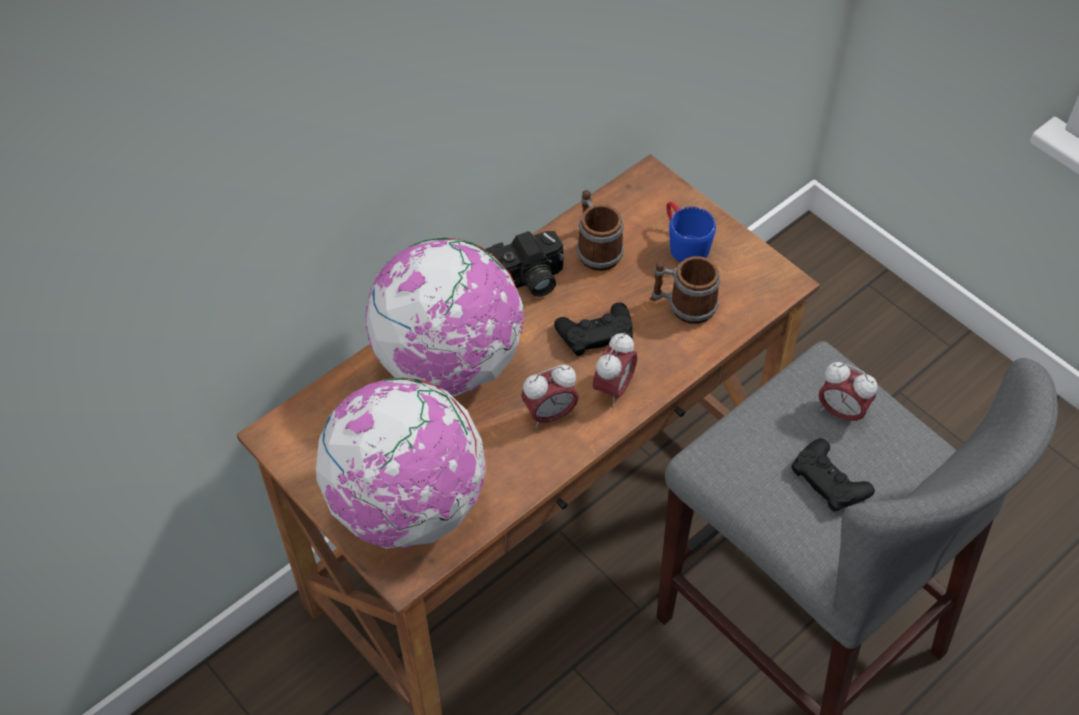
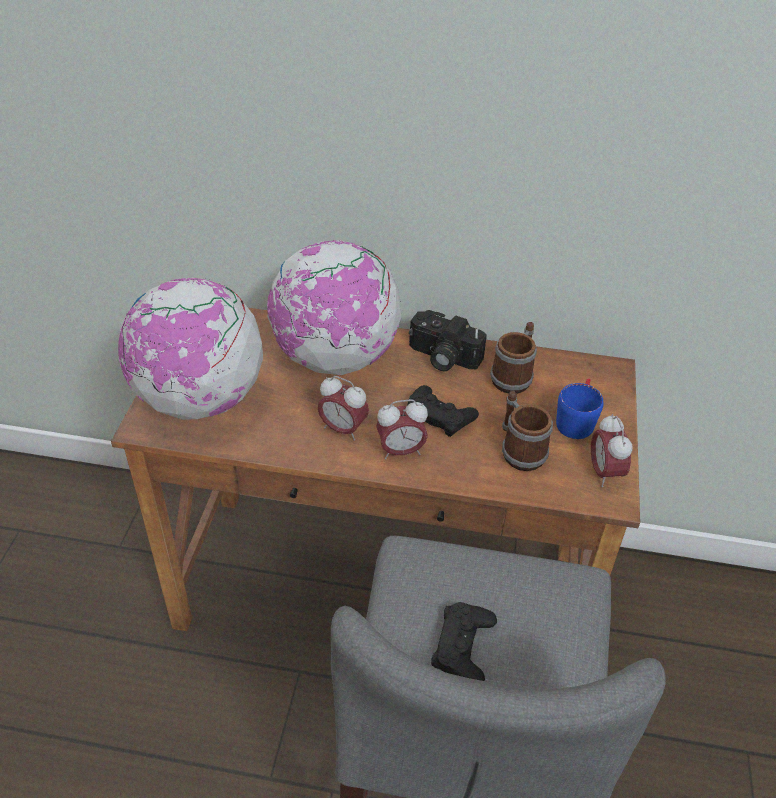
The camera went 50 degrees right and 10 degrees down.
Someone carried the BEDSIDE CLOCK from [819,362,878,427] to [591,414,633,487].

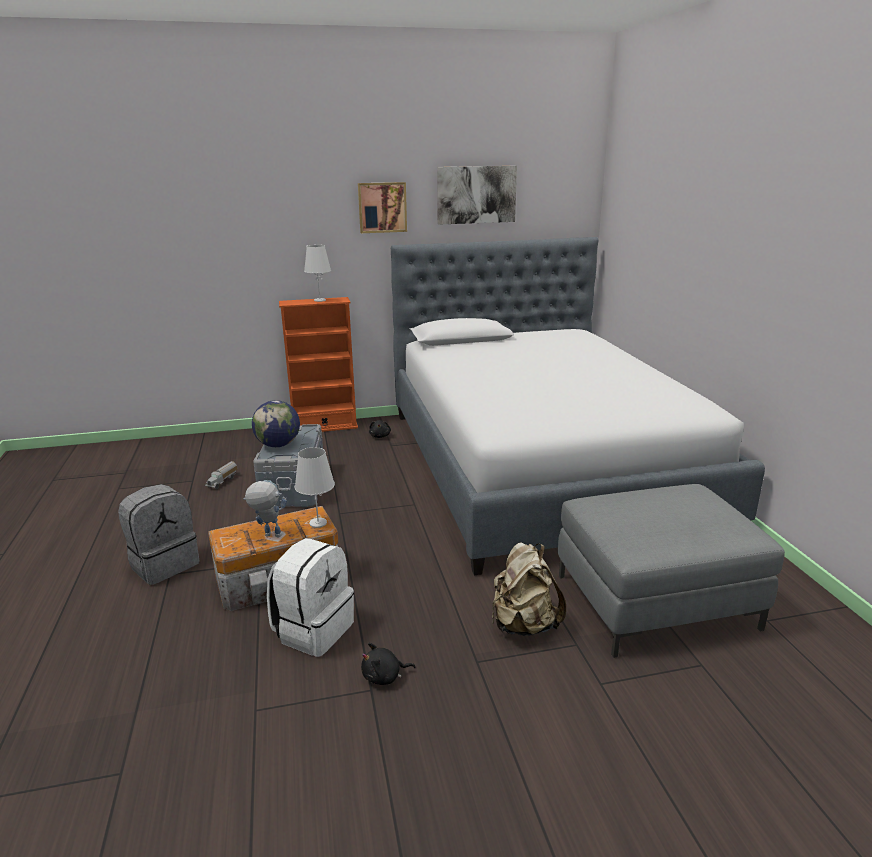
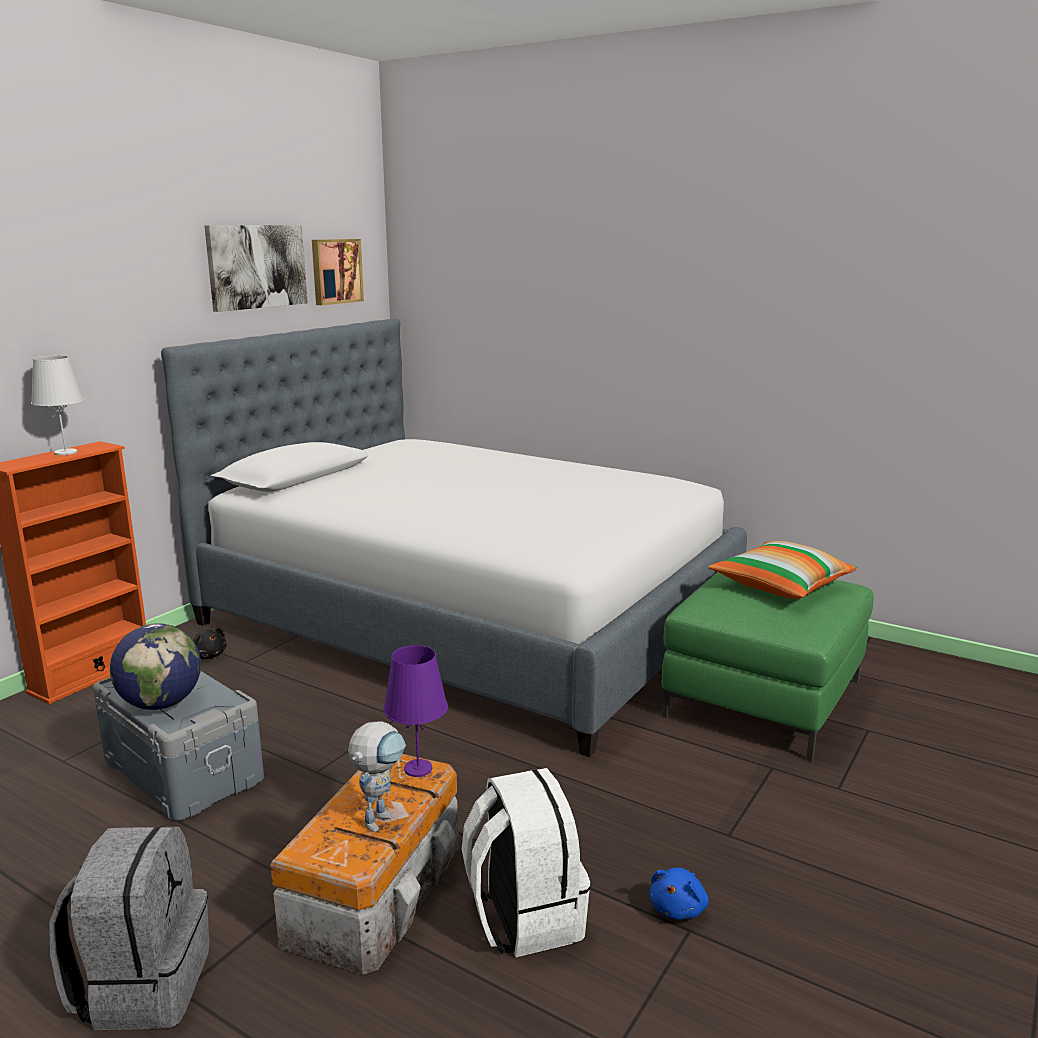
The camera went 45 degrees left and 5 degrees down.
Someone took away the MODEL TRUCK at [205,461,237,489].
Someone rotated the MODEL ROBOT at [243,480,287,537] by 150 degrees clockwise.
Someone repainted the WHITE LAMP FOR A TABLE at [295,447,335,528], which became the PURPLE-COLOURED LAMP FOR A TABLE at [383,645,448,777].
Someone carried the WALL ART from [358,182,407,233] to [312,239,364,305].
Someone repainted the BLACK SOFT TOY at [361,643,415,685], which became the BLUE SOFT TOY at [649,867,709,920].
Someone took away the BEIGE-COLOURED RUCKSACK at [492,543,566,636].
Someone repainted the GREY OTTOMAN at [558,484,785,658], which became the GREEN OTTOMAN at [662,572,874,762].
Someone put down the THROW PILLOW at [708,541,857,599].

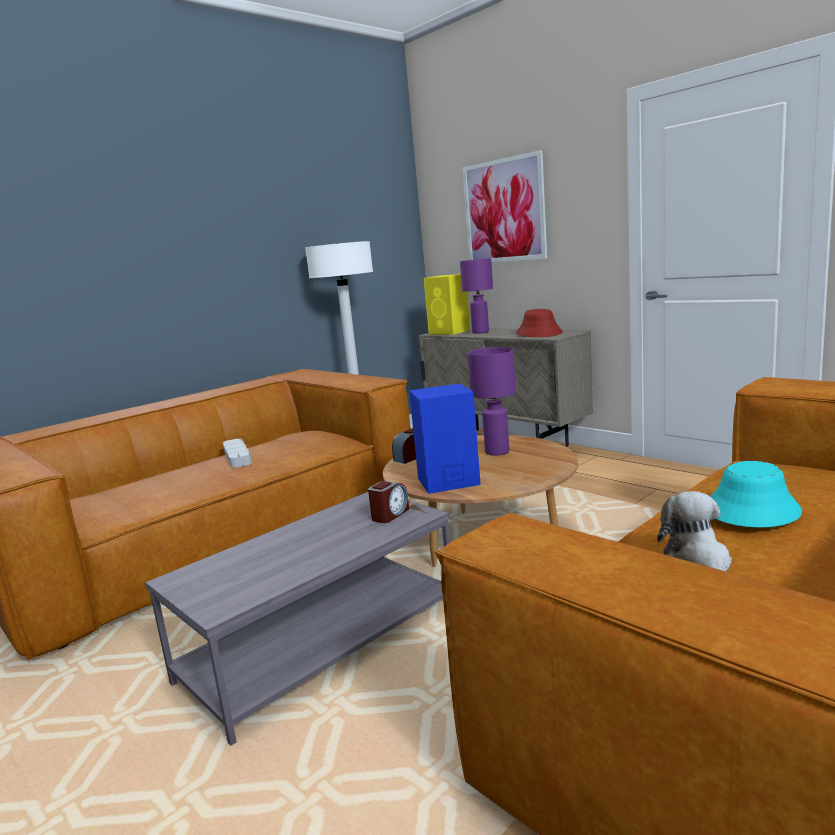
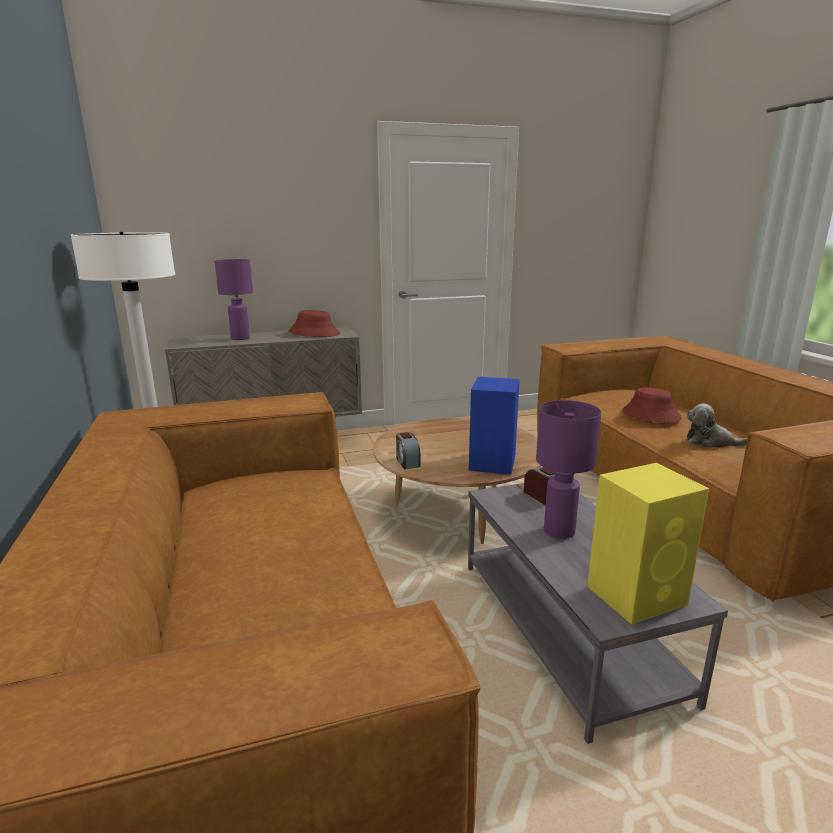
The camera went 65 degrees left and 5 degrees up.
Someone took away the GREY SERVING TRAY at [223,438,252,468].
Someone carried the YELLOW AUDIO SPEAKER from [424,274,470,335] to [587,463,709,624].
Someone took away the WALL ART at [462,150,547,263].
Someone carried the PURPLE-COLOURED LAMP FOR A TABLE from [468,347,516,456] to [536,400,601,539].
Someone repainted the TURQUOISE HAT at [710,461,802,528], which became the RED-COLOURED HAT at [622,387,682,422].

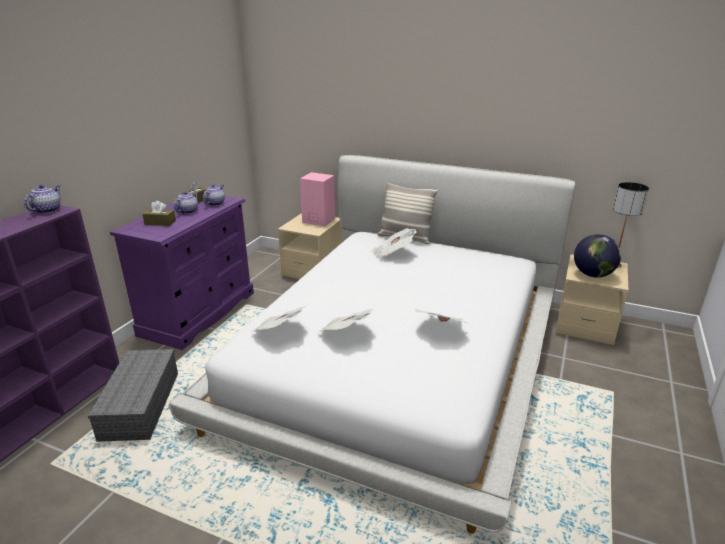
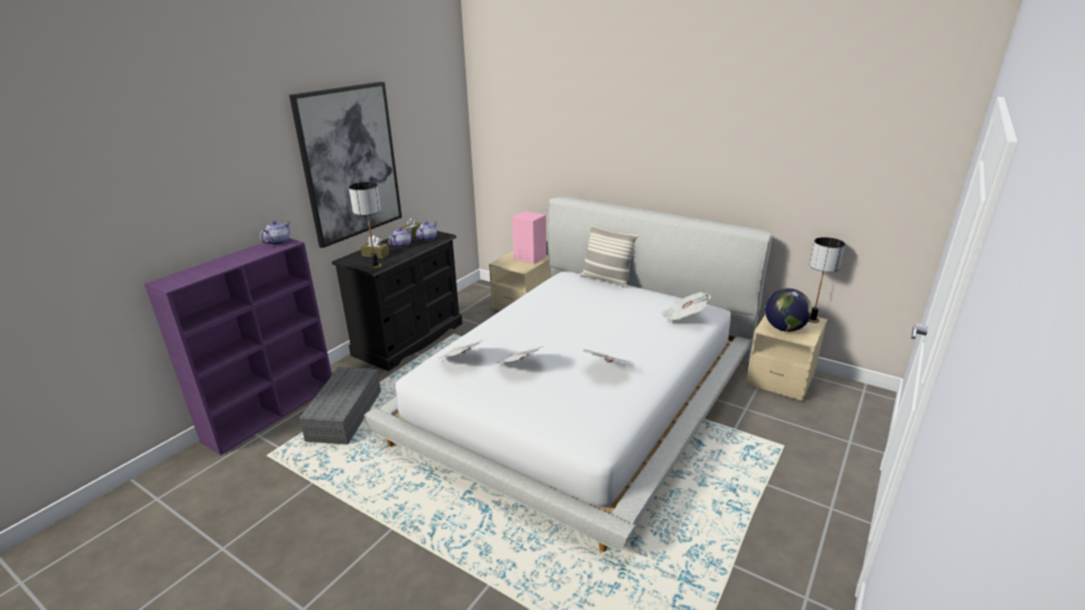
The camera went 10 degrees right and 0 degrees up.
Someone repainted the PURPLE-COLOURED CHEST OF DRAWERS at [110,196,254,350], which became the BLACK CHEST OF DRAWERS at [332,231,462,371].
Someone carried the NEWSPAPER from [372,228,417,258] to [661,292,711,322].
Someone put up the WALL ART at [289,82,402,248].
Someone put down the LAMP FOR A TABLE at [349,182,382,269].

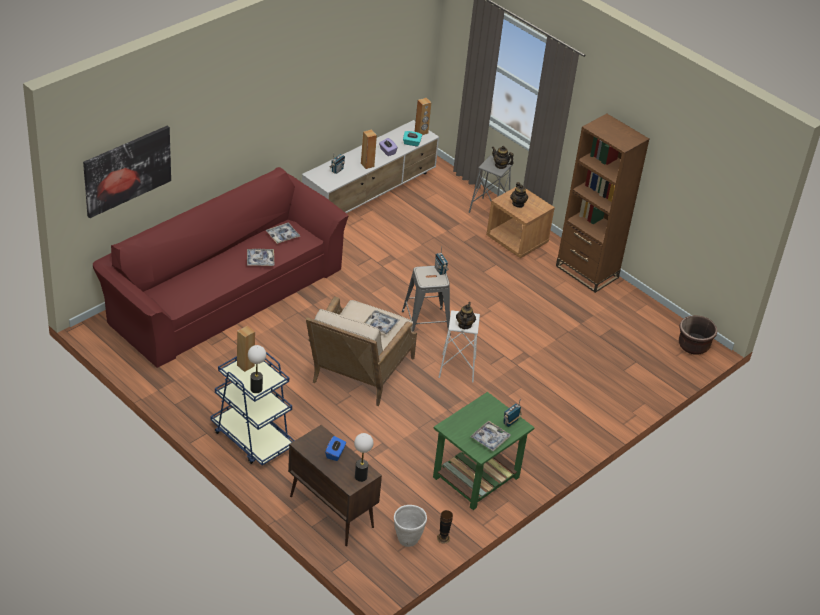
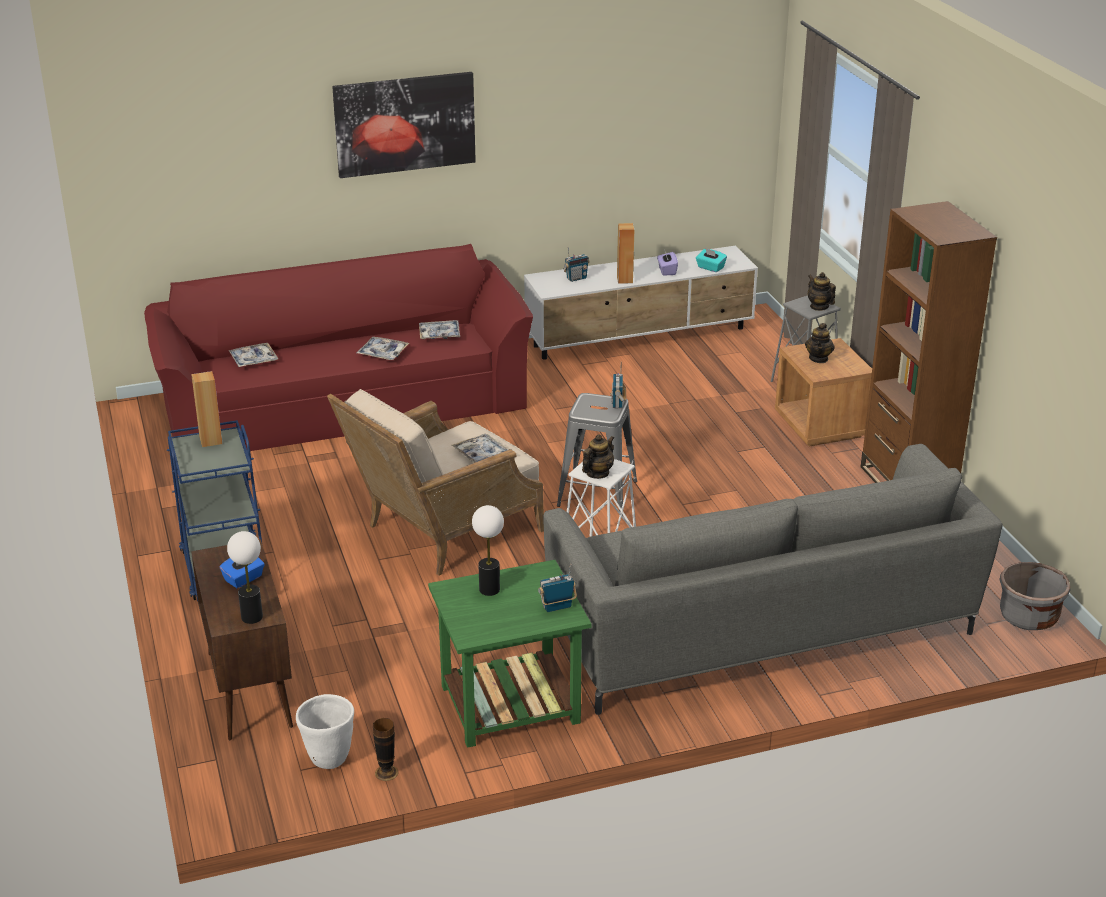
The camera went 30 degrees right and 10 degrees down.
Someone carried the WALL ART from [83,126,171,218] to [332,72,476,178].
Someone carried the LAMP FOR A TABLE from [248,345,266,393] to [472,505,504,596].
Someone took away the BROWN AUDIO SPEAKER at [415,98,432,135].
Someone carried the SERVING TRAY from [470,421,511,451] to [229,343,278,367].
Someone repainted the BROWN FLOWER POT at [679,315,717,355], which became the GREY FLOWER POT at [999,562,1070,630].
Someone put down the GREY COUCH at [543,444,1003,715].

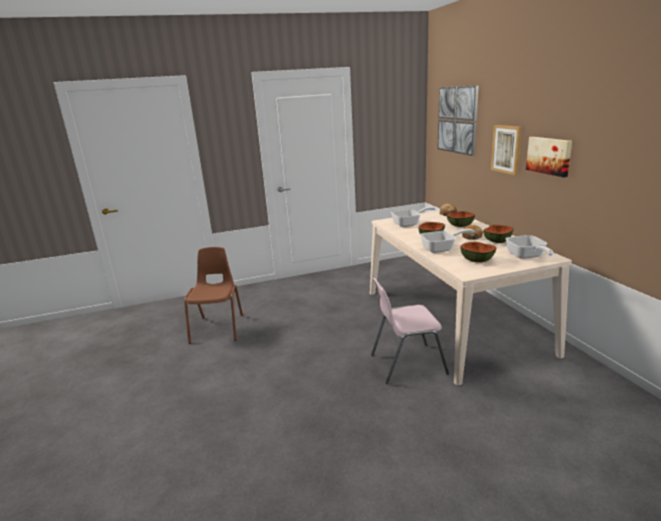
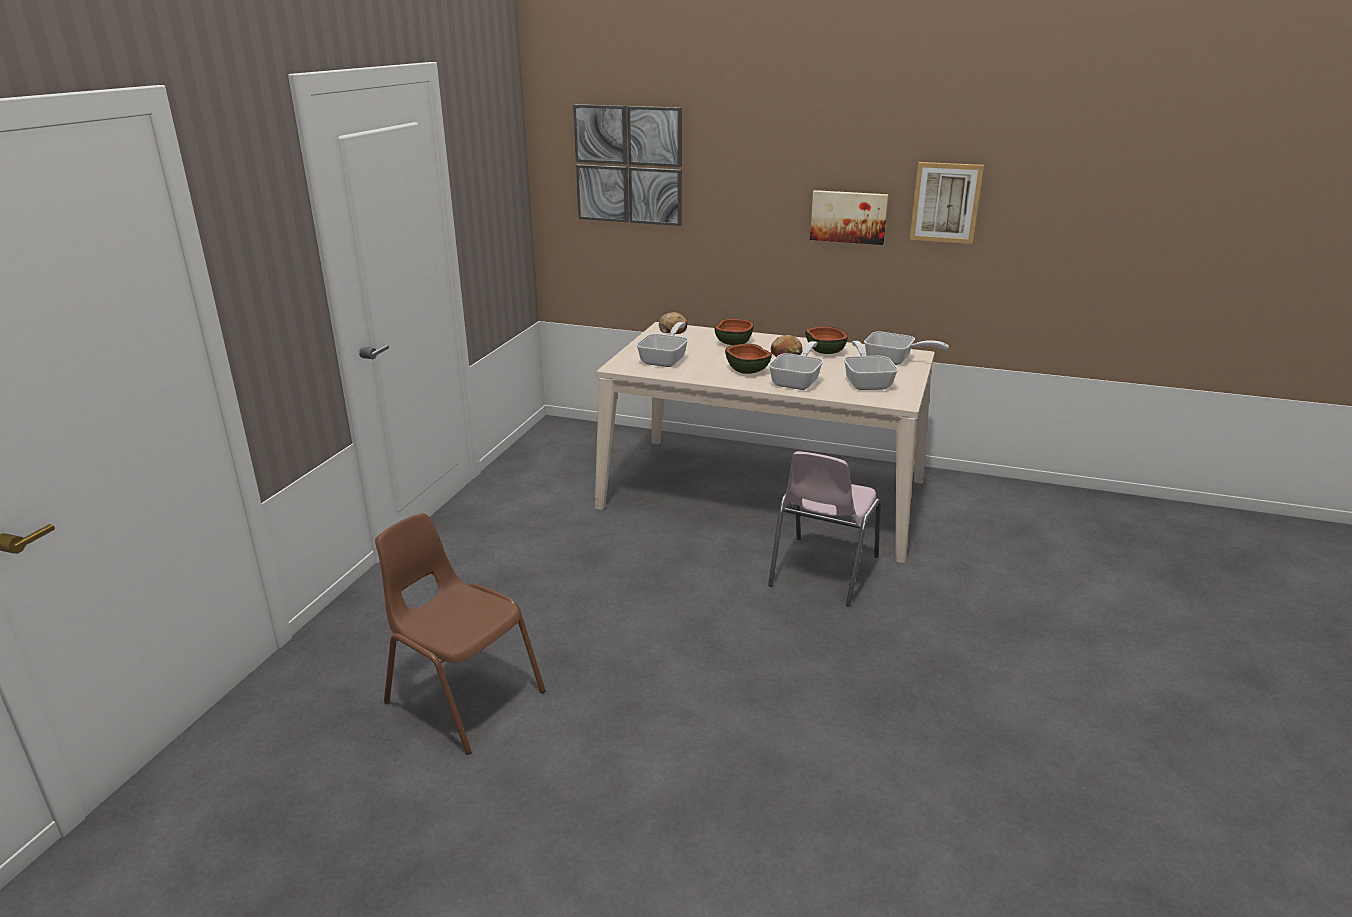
The camera went 55 degrees left and 5 degrees up.
Someone swapped the BOWL at [460,242,496,263] for the PAN at [844,341,898,390].
Someone carried the WALL ART from [491,125,522,175] to [909,162,984,244].

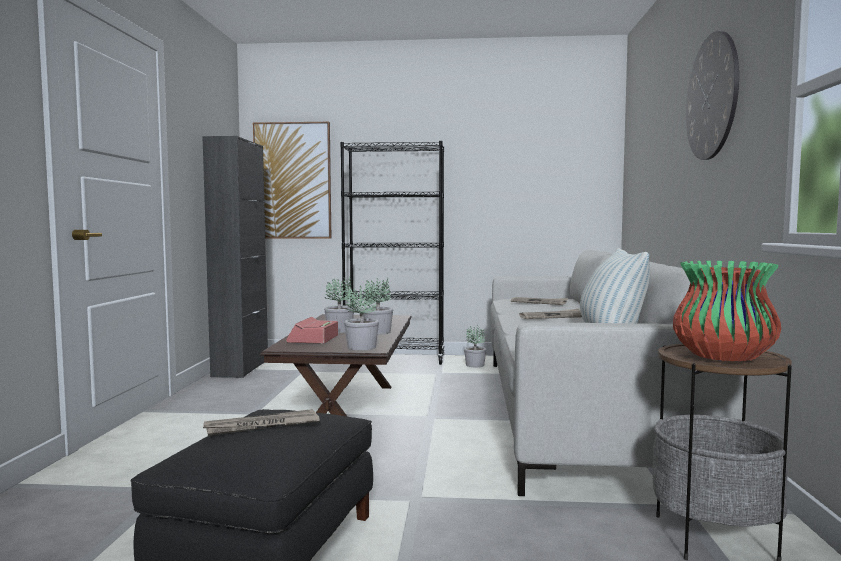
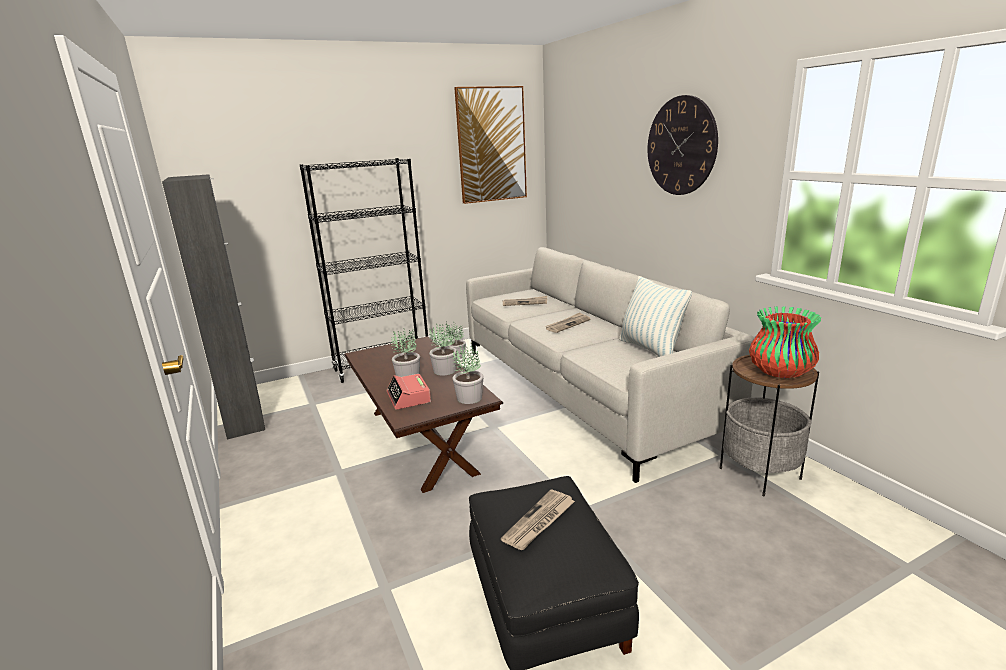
The camera went 30 degrees left and 15 degrees up.
Someone carried the WALL ART from [253,122,331,239] to [454,86,527,204].

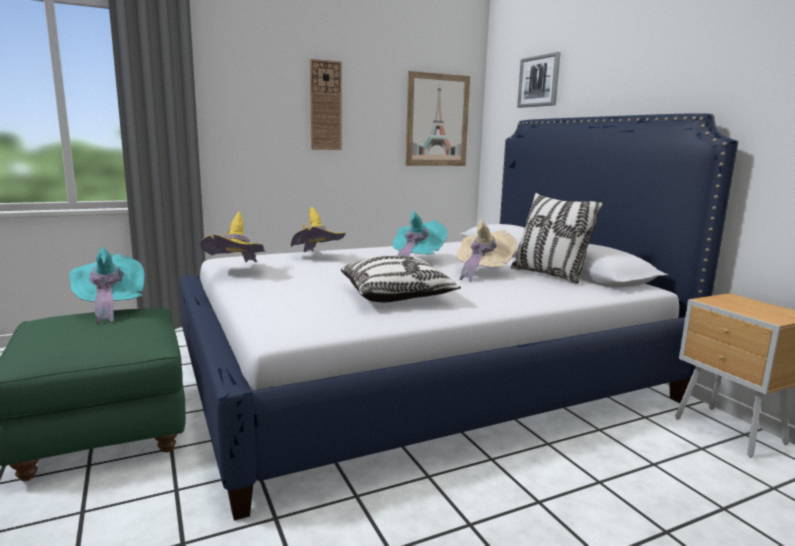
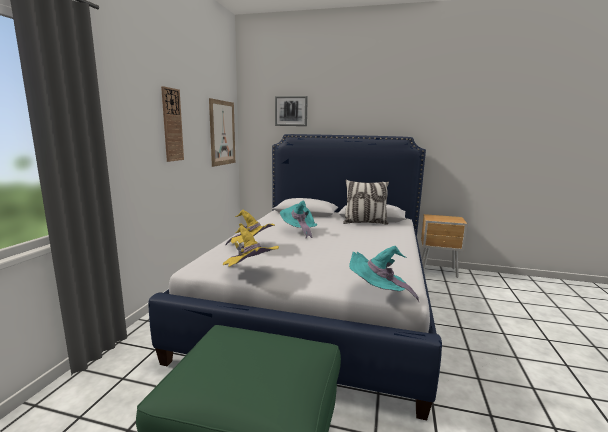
The camera went 50 degrees left and 0 degrees up.
Someone carried the TURQUOISE HAT from [69,247,144,324] to [349,246,419,302].
Someone took away the THROW PILLOW at [341,256,461,302].
Someone took away the BEIGE-COLOURED HAT at [457,220,517,282].

